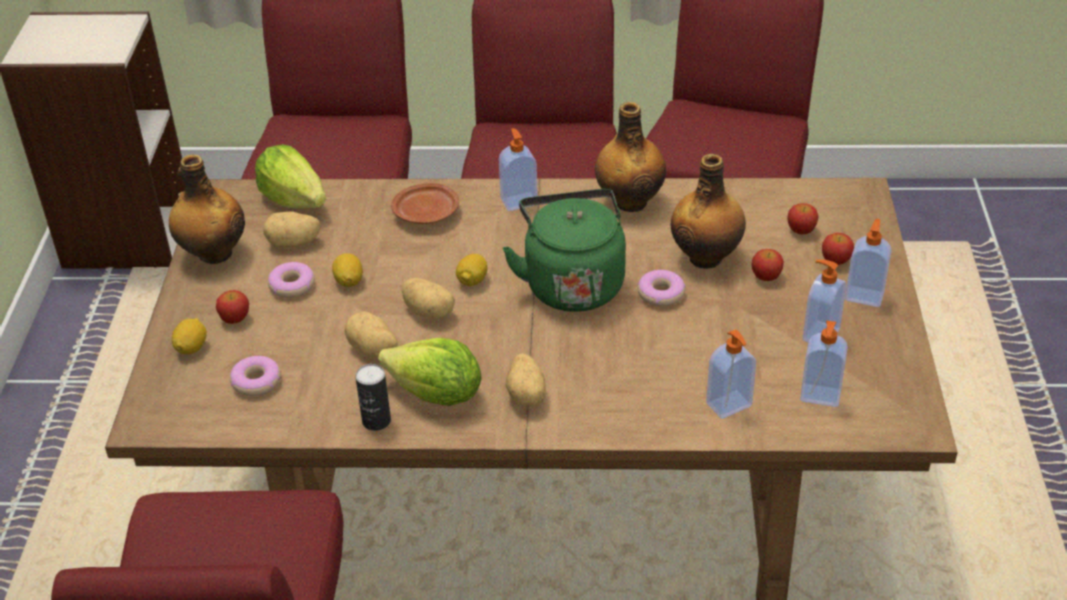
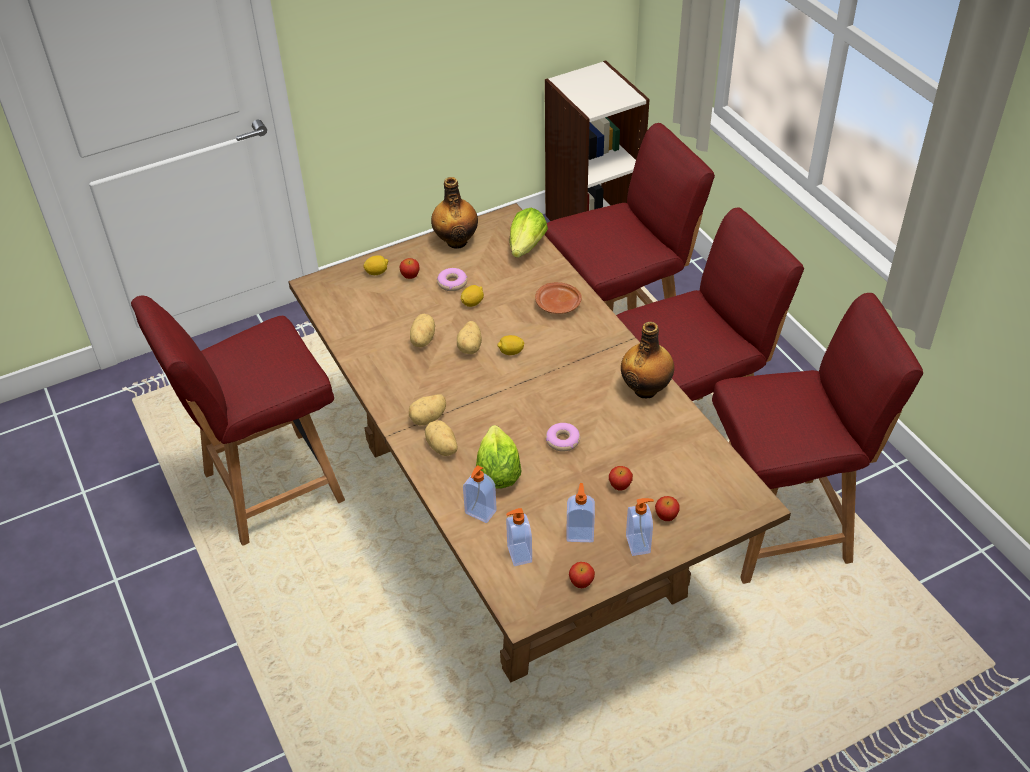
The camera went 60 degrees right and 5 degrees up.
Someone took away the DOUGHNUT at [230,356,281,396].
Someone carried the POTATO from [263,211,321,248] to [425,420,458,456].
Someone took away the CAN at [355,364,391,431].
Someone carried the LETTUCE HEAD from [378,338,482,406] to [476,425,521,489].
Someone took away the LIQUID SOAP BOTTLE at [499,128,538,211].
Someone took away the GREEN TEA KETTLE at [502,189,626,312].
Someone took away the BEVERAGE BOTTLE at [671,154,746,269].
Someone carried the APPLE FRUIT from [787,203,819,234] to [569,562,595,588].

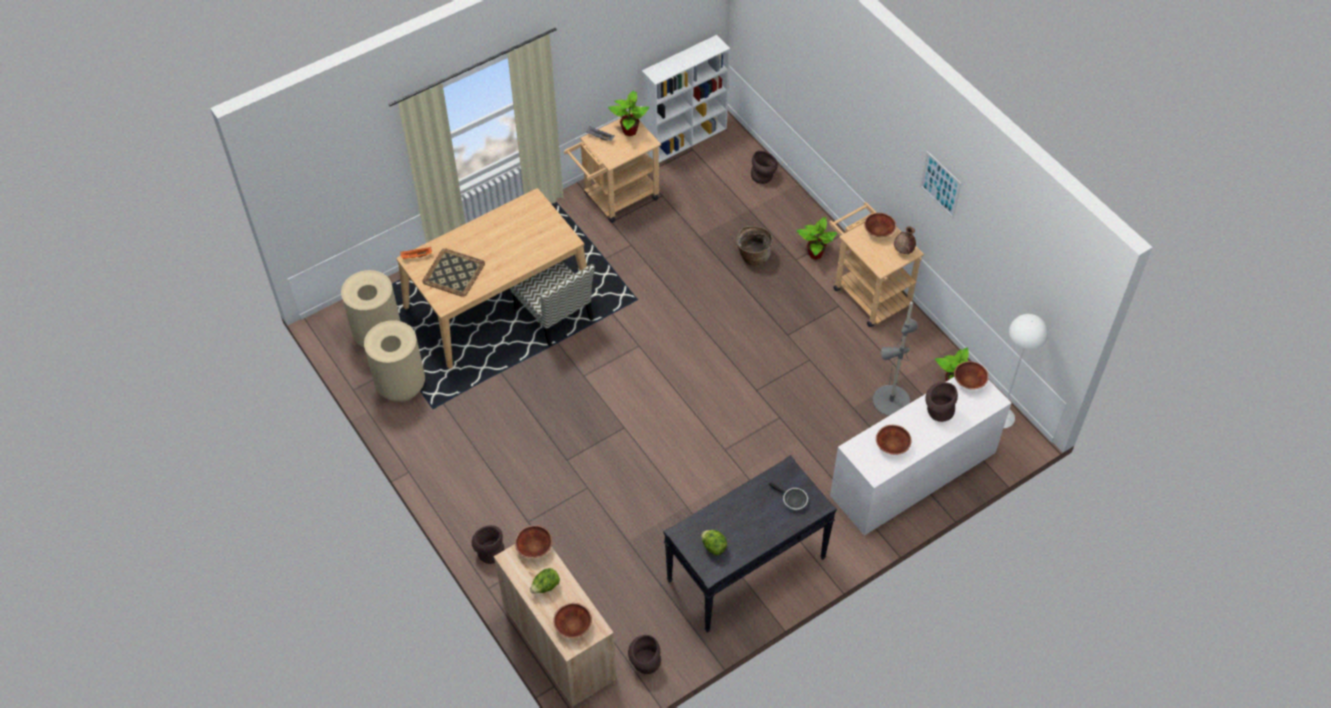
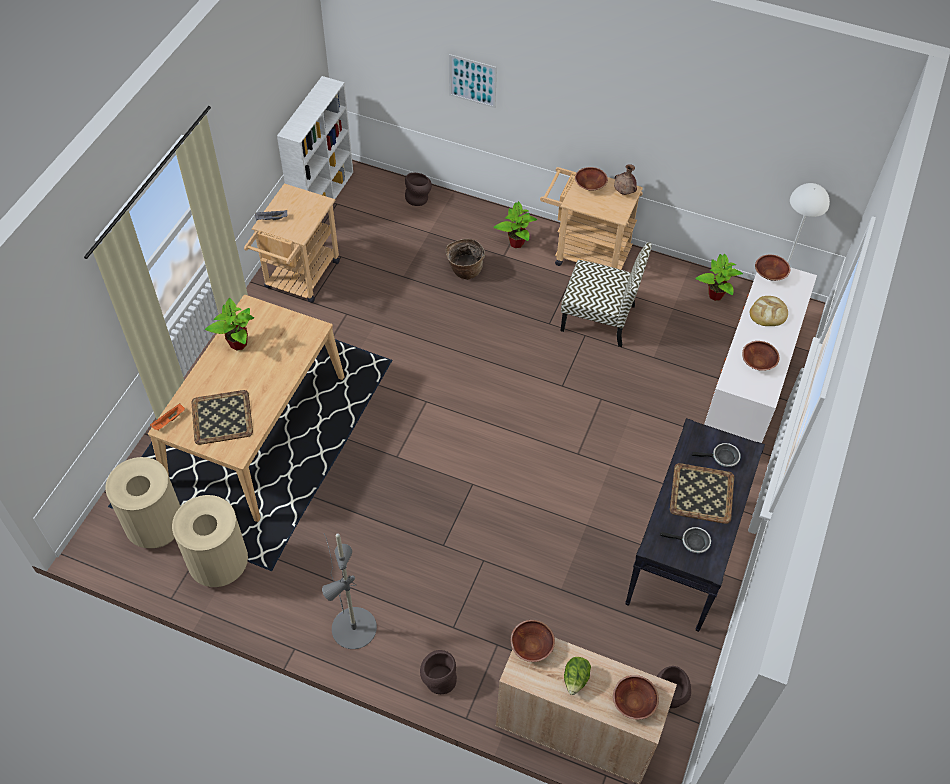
The camera went 35 degrees left and 0 degrees up.
Someone carried the UPRIGHT CHAIR from [510,261,595,347] to [561,242,651,347].
Someone carried the HOUSEPLANT from [608,90,649,136] to [205,298,254,351].
Someone swapped the LETTUCE HEAD at [701,530,727,556] for the PAN at [660,527,711,553].
Someone carried the GREY FLOOR LAMP from [873,301,918,416] to [322,533,377,649].
Someone carried the WALL ART from [920,151,961,218] to [449,54,497,108].
Someone swapped the BROWN VASE at [925,382,958,422] for the BAKERY BREAD at [749,296,788,326].
Someone put down the SERVING TRAY at [670,463,734,524].

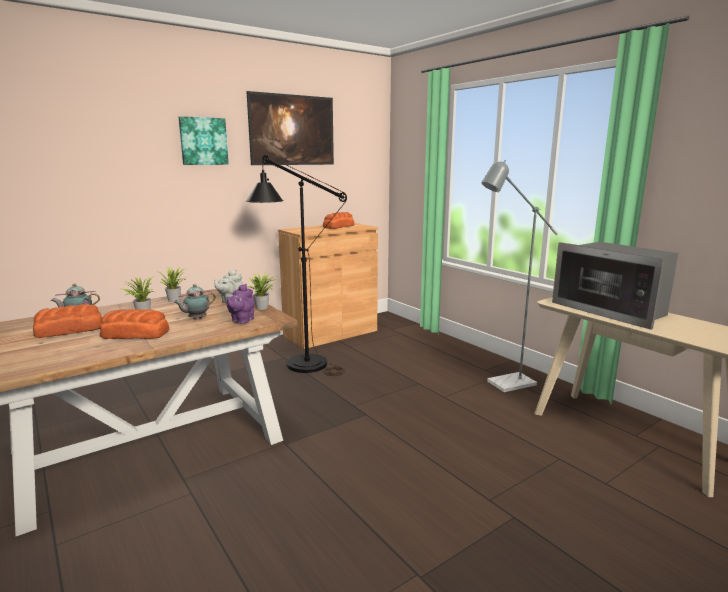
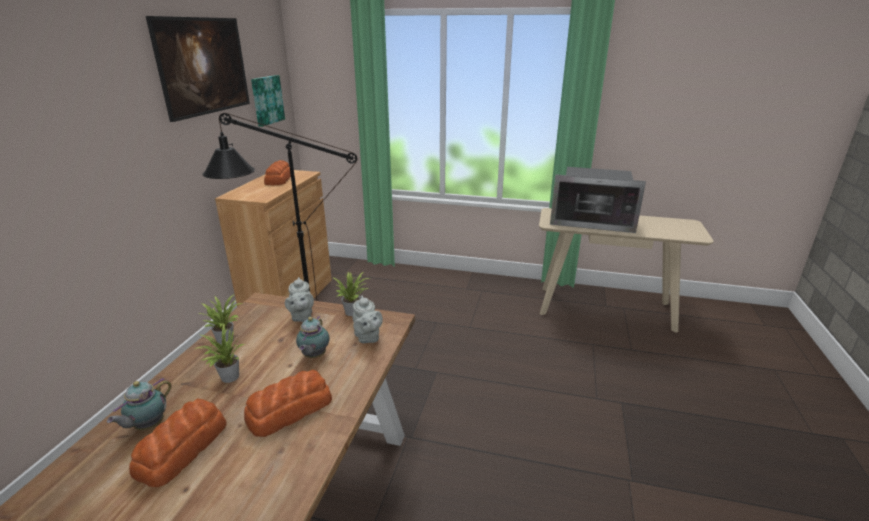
The camera went 40 degrees left and 10 degrees up.
Someone carried the WALL ART from [179,116,229,165] to [251,75,285,127].
Someone repainted the PURPLE-COLOURED TEAPOT at [227,284,255,324], which became the GREY TEAPOT at [353,296,383,343].
Someone took away the GREY FLOOR LAMP at [482,160,558,392].

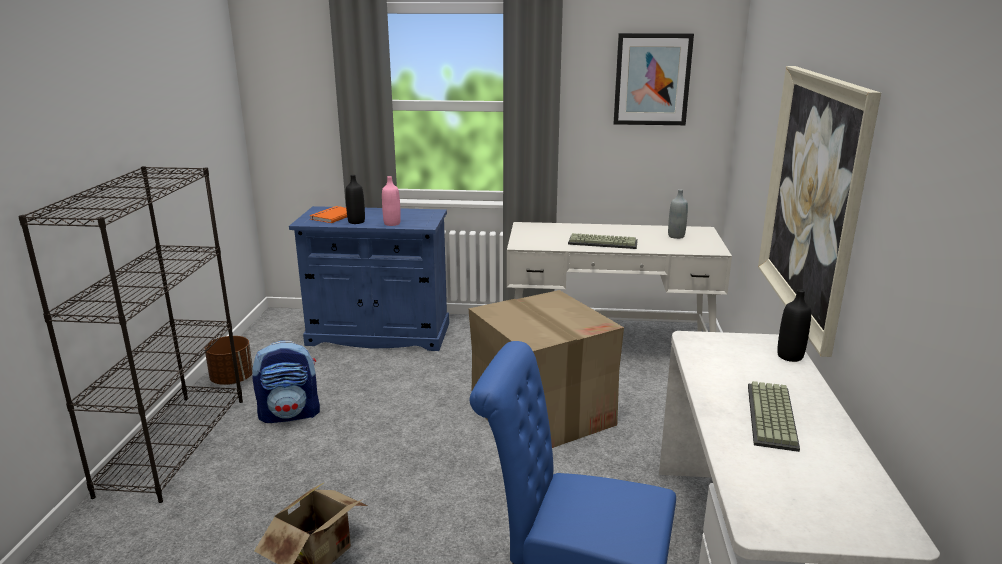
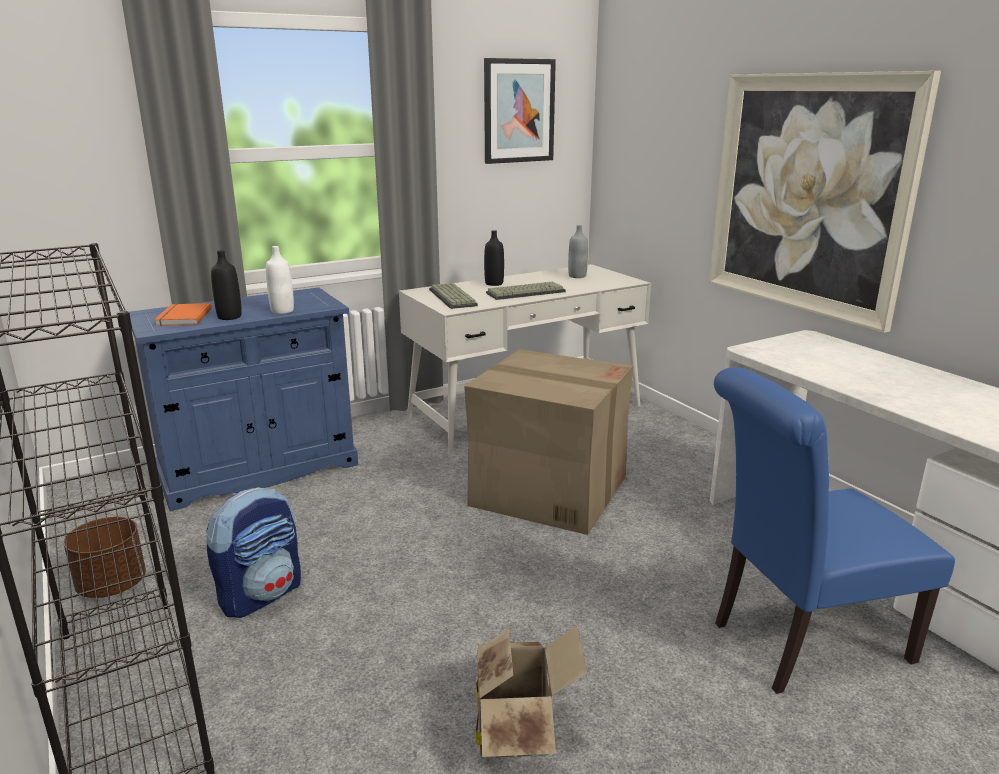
The camera went 35 degrees left and 0 degrees up.
Someone repainted the PINK-COLOURED BEVERAGE BOTTLE at [382,176,401,226], which became the WHITE BEVERAGE BOTTLE at [266,246,294,314].
Someone carried the KEYBOARD from [748,381,800,452] to [429,283,478,309].
Someone carried the BLACK BEVERAGE BOTTLE from [777,289,811,362] to [484,230,504,286].

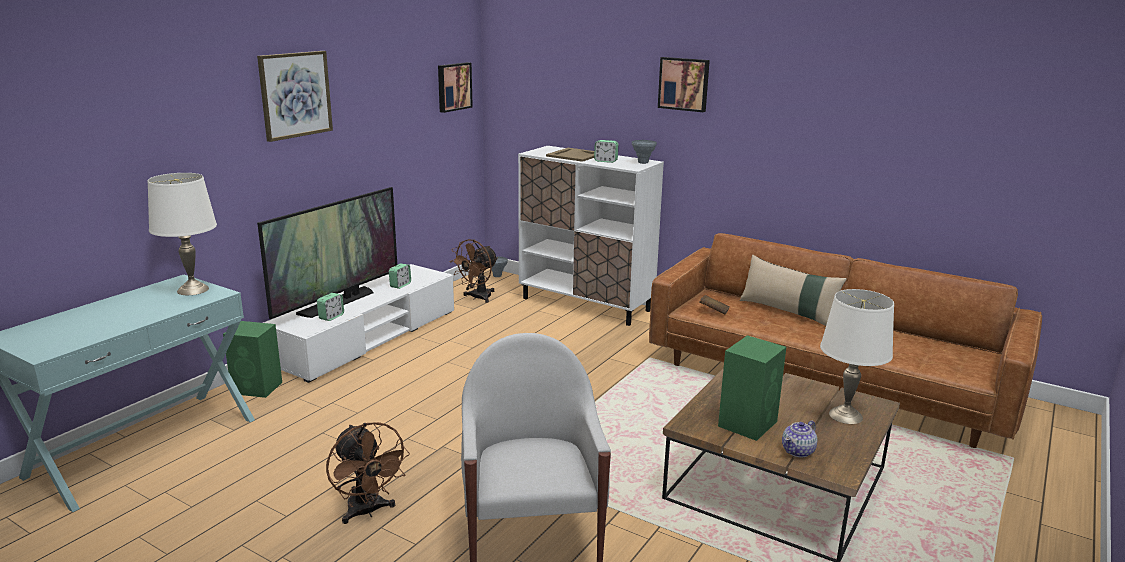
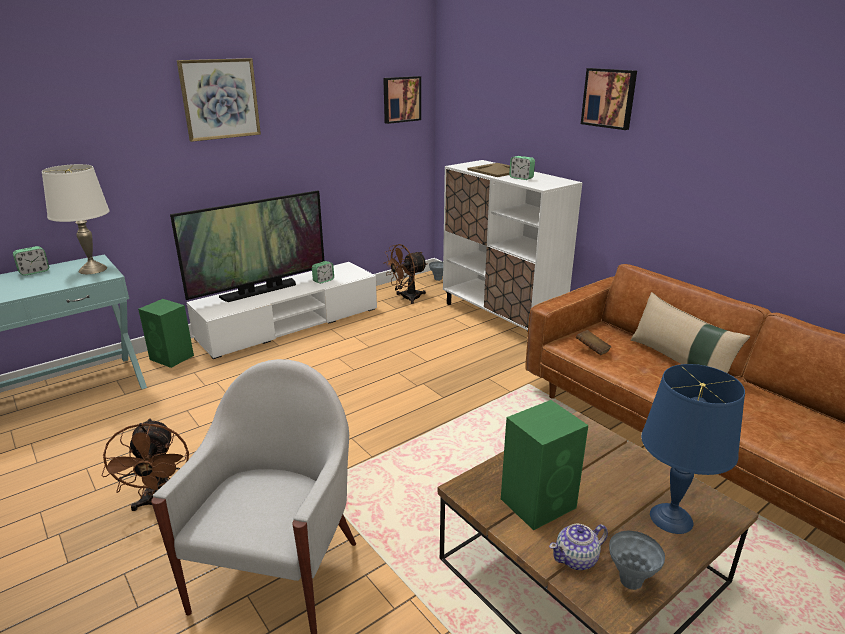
The camera went 20 degrees right and 5 degrees up.
Someone carried the BEDSIDE CLOCK from [317,293,344,321] to [13,246,49,276].
Someone carried the GREY VASE from [632,140,657,164] to [609,531,665,590].
Someone repainted the WHITE LAMP FOR A TABLE at [820,289,894,424], which became the BLUE LAMP FOR A TABLE at [641,364,745,534].

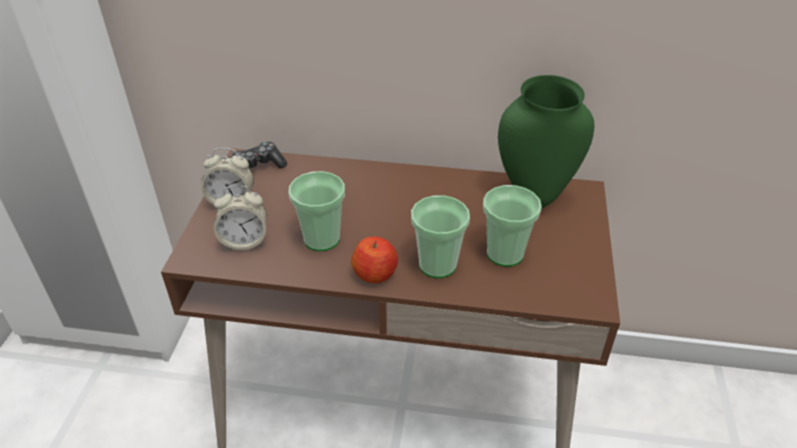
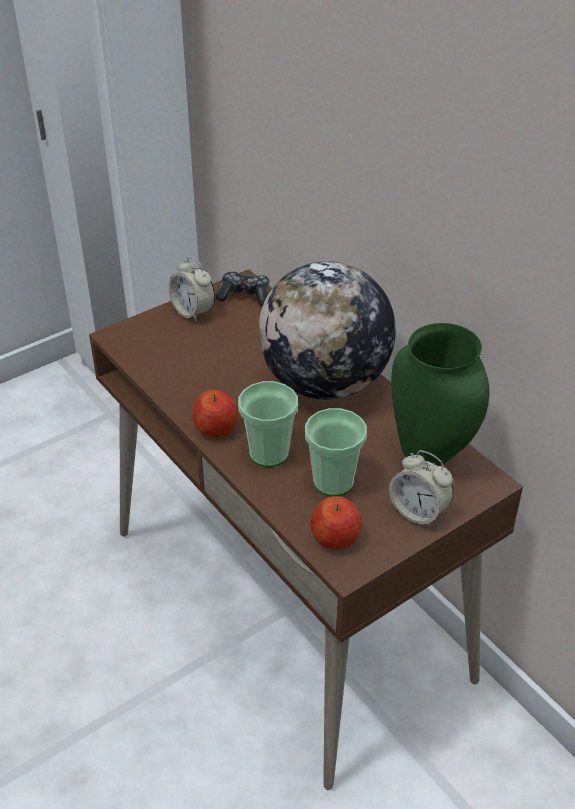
The camera went 45 degrees right and 0 degrees up.
Someone carried the BEDSIDE CLOCK from [213,185,267,250] to [389,450,454,528].
Someone took away the SMALL CUP at [288,171,345,251].
Someone put down the WORLD GLOBE at [258,261,396,400].
Someone put down the APPLE FRUIT at [310,496,362,549].

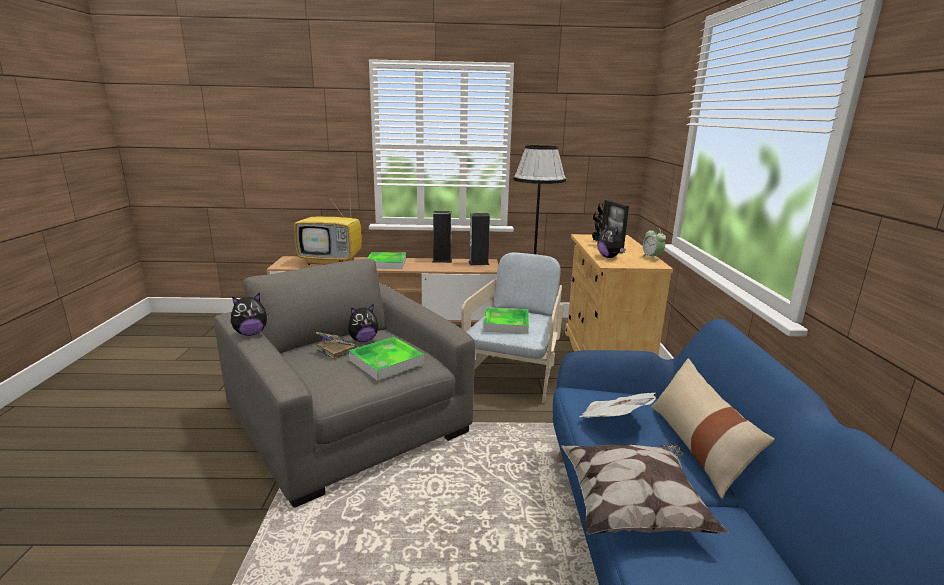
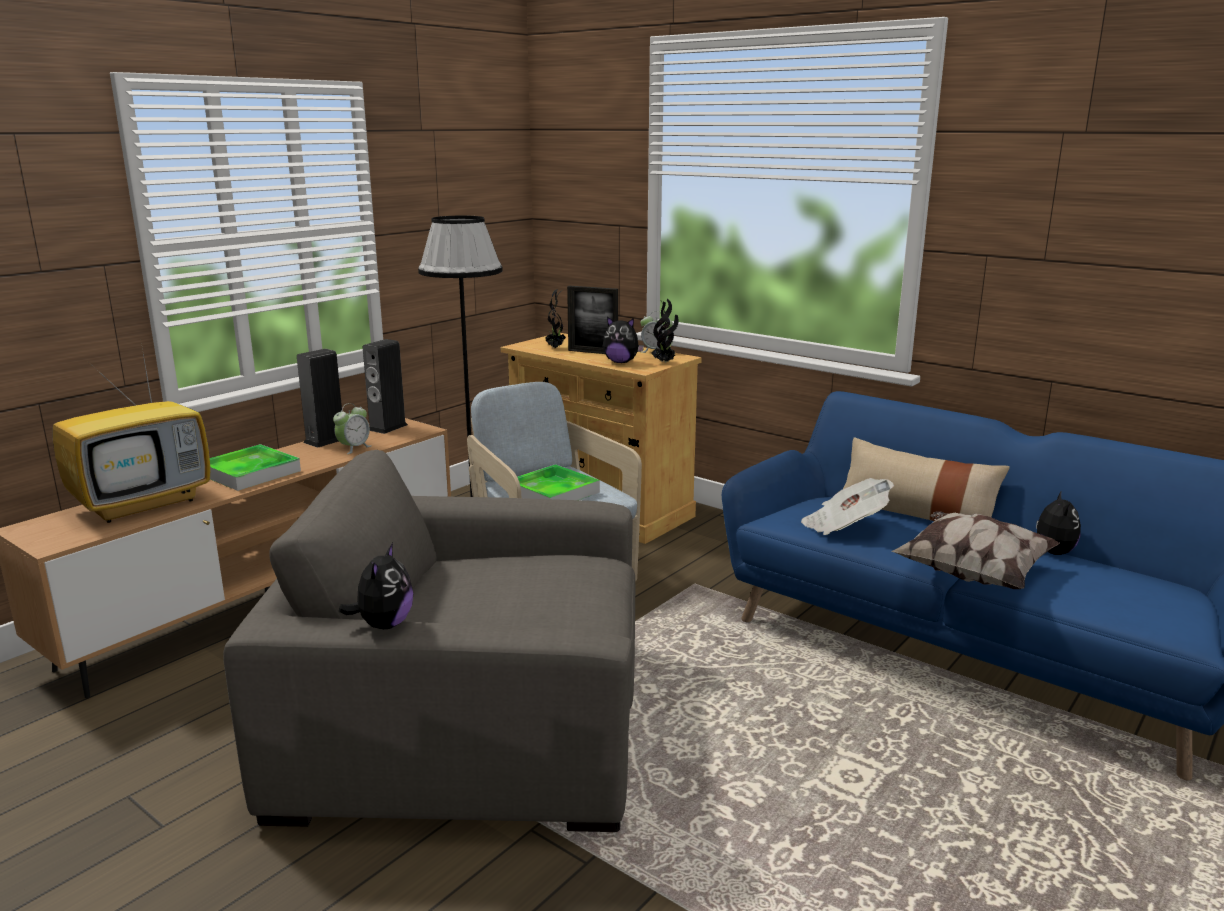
The camera went 50 degrees left and 0 degrees up.
Someone took away the VOLUME at [315,332,357,360].
Someone carried the SOFT TOY from [348,305,378,342] to [1036,490,1081,555].
Someone took away the SERVING TRAY at [349,337,424,381].
Someone put down the BEDSIDE CLOCK at [333,403,372,454].
Someone put down the HOUSEPLANT at [651,298,678,363].

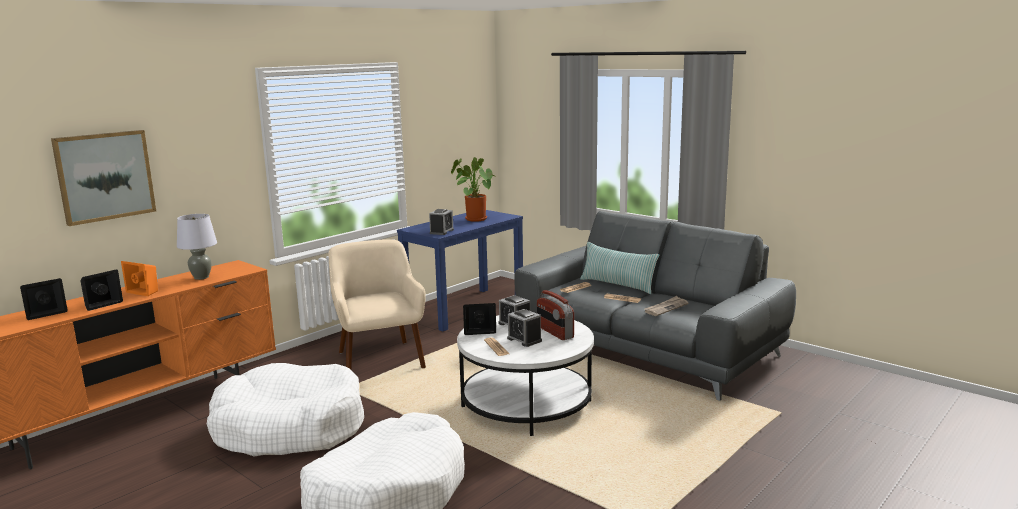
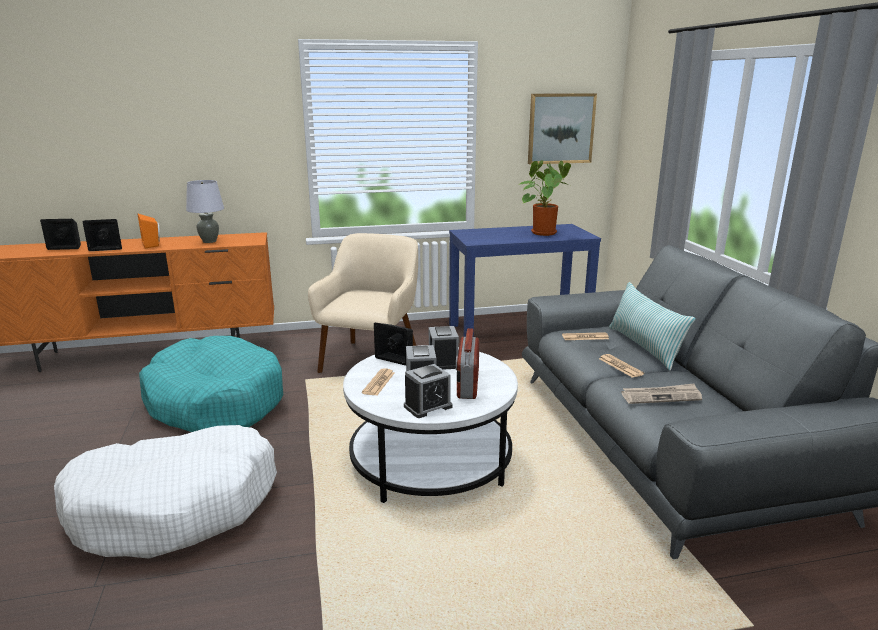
The camera went 35 degrees right and 5 degrees up.
Someone carried the WALL ART from [51,130,156,226] to [528,93,597,164].
Someone repainted the WHITE DOG BED at [207,363,364,456], which became the TURQUOISE DOG BED at [139,336,283,432].
Someone carried the BEDSIDE CLOCK from [429,209,454,235] to [404,364,452,418].

